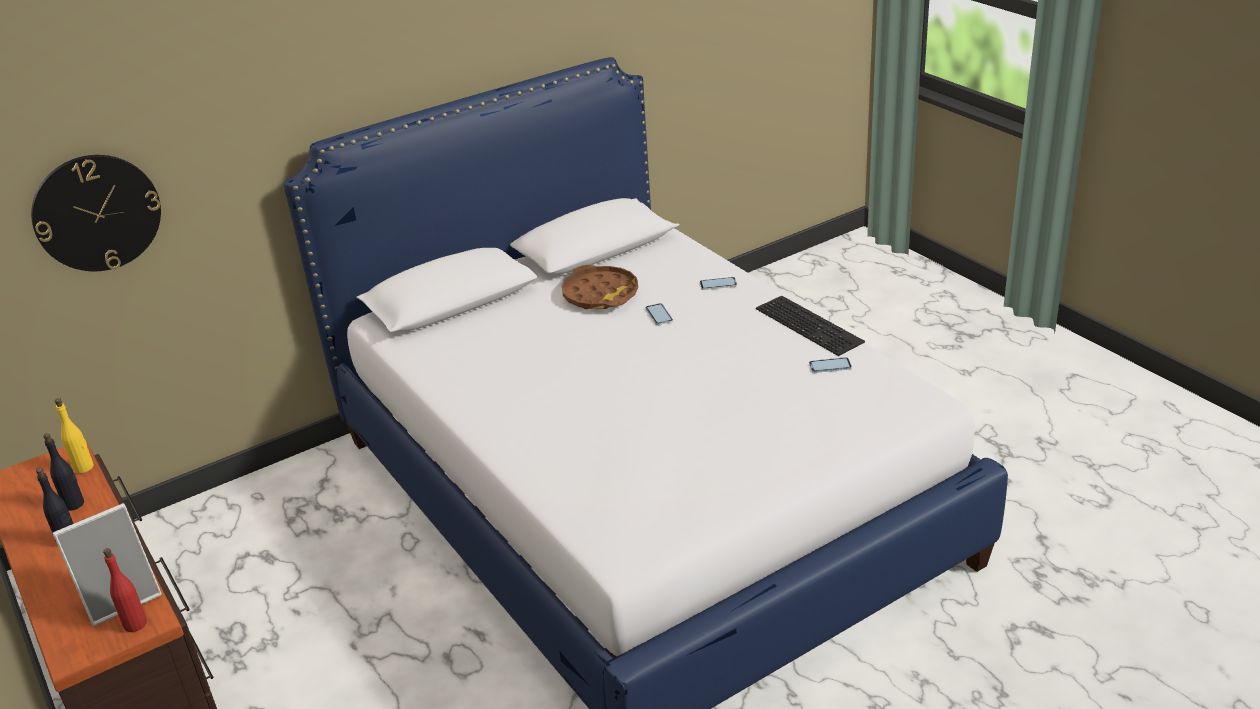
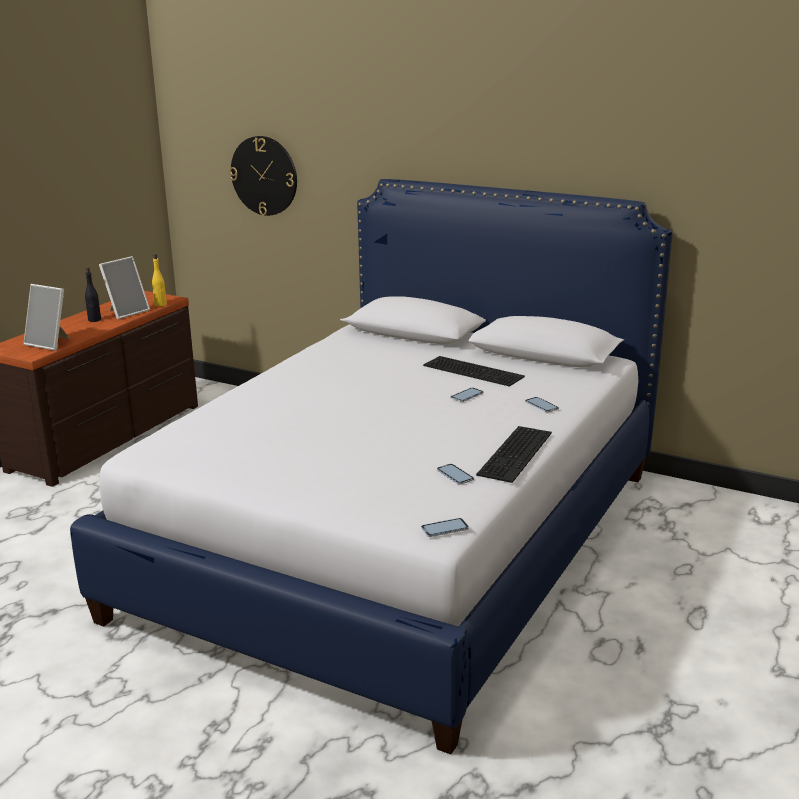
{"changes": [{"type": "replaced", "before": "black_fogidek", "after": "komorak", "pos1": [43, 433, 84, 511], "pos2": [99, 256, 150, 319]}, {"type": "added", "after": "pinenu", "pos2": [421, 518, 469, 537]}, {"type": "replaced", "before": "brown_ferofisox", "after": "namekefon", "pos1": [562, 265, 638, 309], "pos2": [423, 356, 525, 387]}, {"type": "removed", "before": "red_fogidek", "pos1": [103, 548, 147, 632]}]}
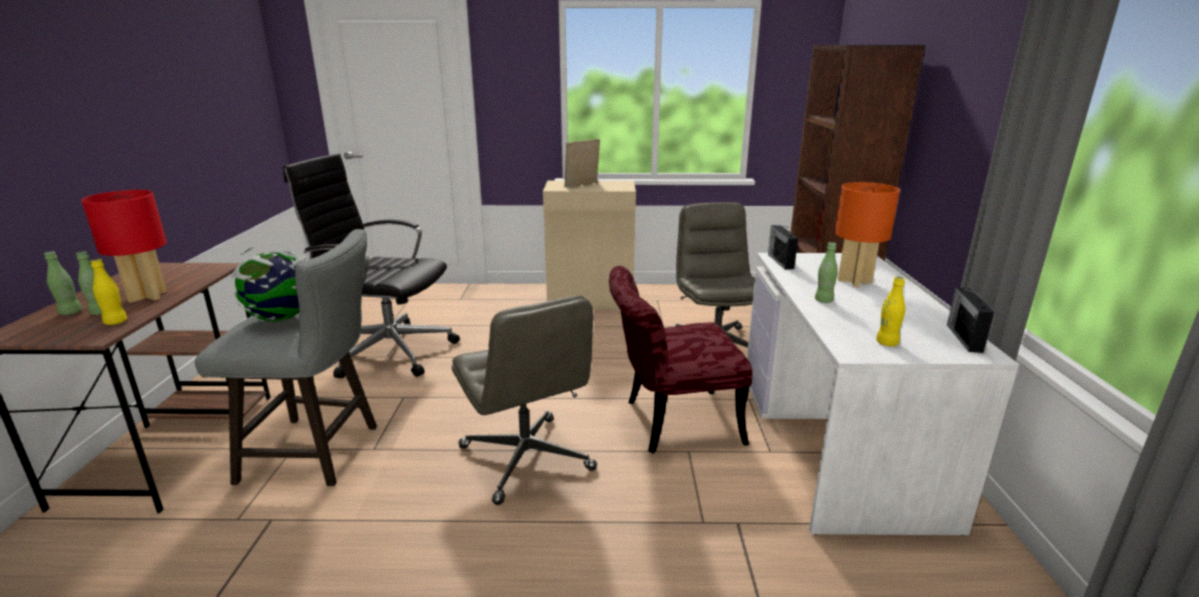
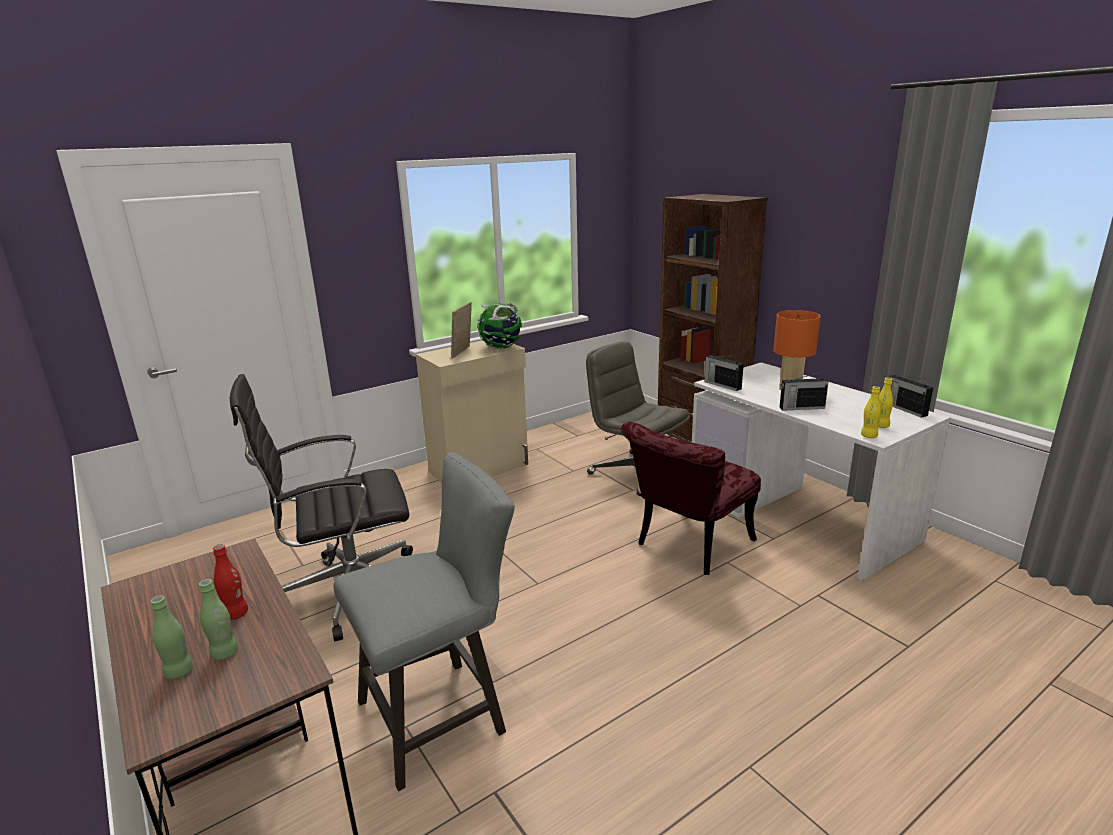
{"changes": [{"type": "replaced", "before": "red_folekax", "after": "red_fogidek", "pos1": [81, 190, 167, 303], "pos2": [213, 544, 248, 620]}, {"type": "moved", "before": "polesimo", "pos1": [231, 247, 306, 322], "pos2": [477, 303, 522, 349]}, {"type": "replaced", "before": "green_fogidek", "after": "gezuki", "pos1": [815, 242, 838, 303], "pos2": [779, 372, 829, 411]}, {"type": "moved", "before": "yellow_fogidek", "pos1": [90, 259, 128, 325], "pos2": [861, 386, 881, 438]}, {"type": "removed", "before": "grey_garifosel", "pos1": [452, 295, 597, 505]}]}
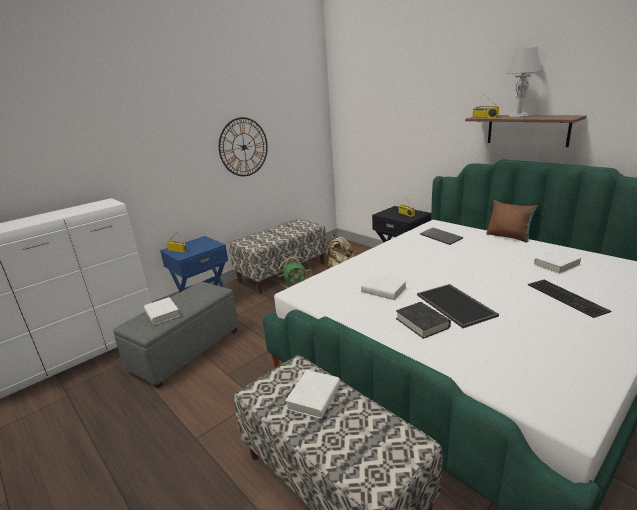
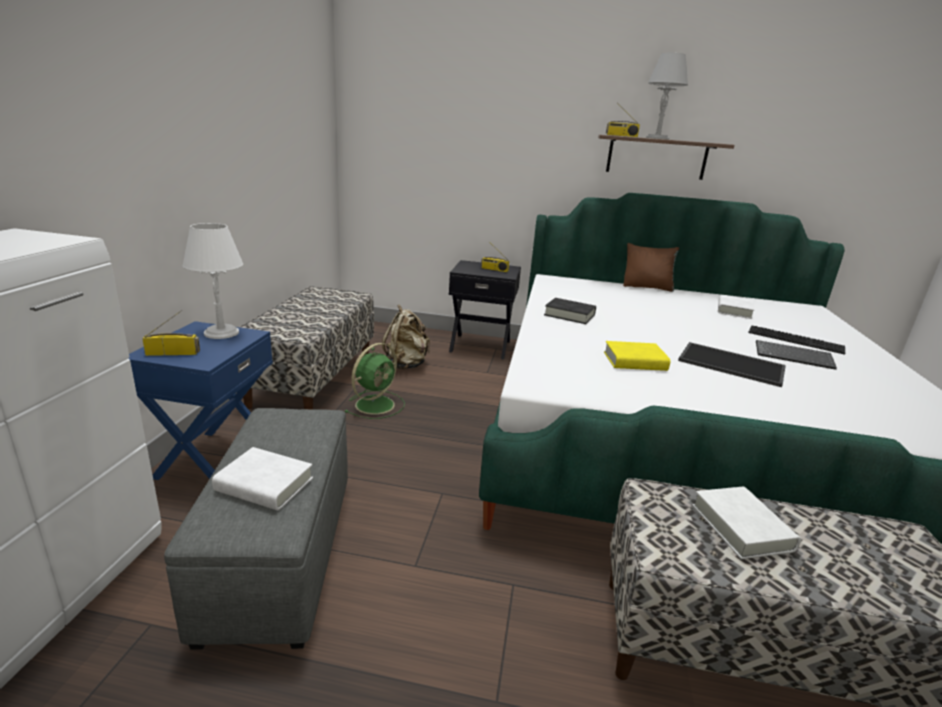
{"changes": [{"type": "added", "after": "white_folekax", "pos2": [183, 223, 243, 339]}, {"type": "moved", "before": "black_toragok", "pos1": [396, 302, 451, 339], "pos2": [544, 298, 596, 324]}, {"type": "recoloured", "before": "white_toragok", "after": "yellow_toragok", "pos1": [361, 274, 407, 300], "pos2": [604, 341, 670, 371]}, {"type": "moved", "before": "namekefon", "pos1": [420, 228, 463, 245], "pos2": [756, 340, 837, 370]}, {"type": "removed", "before": "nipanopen", "pos1": [219, 117, 268, 176]}]}
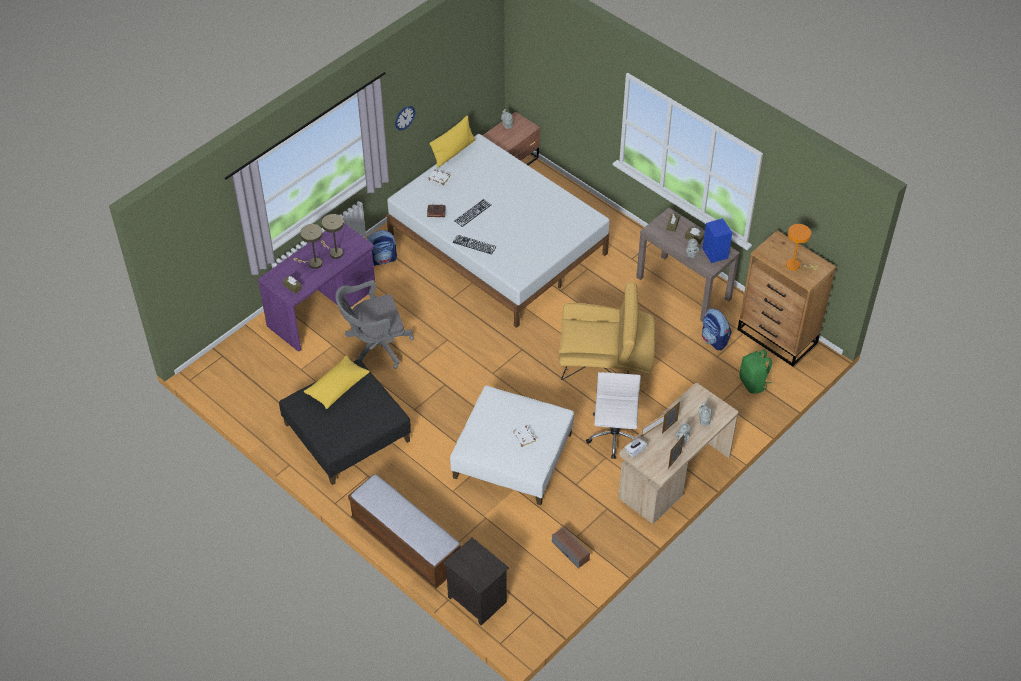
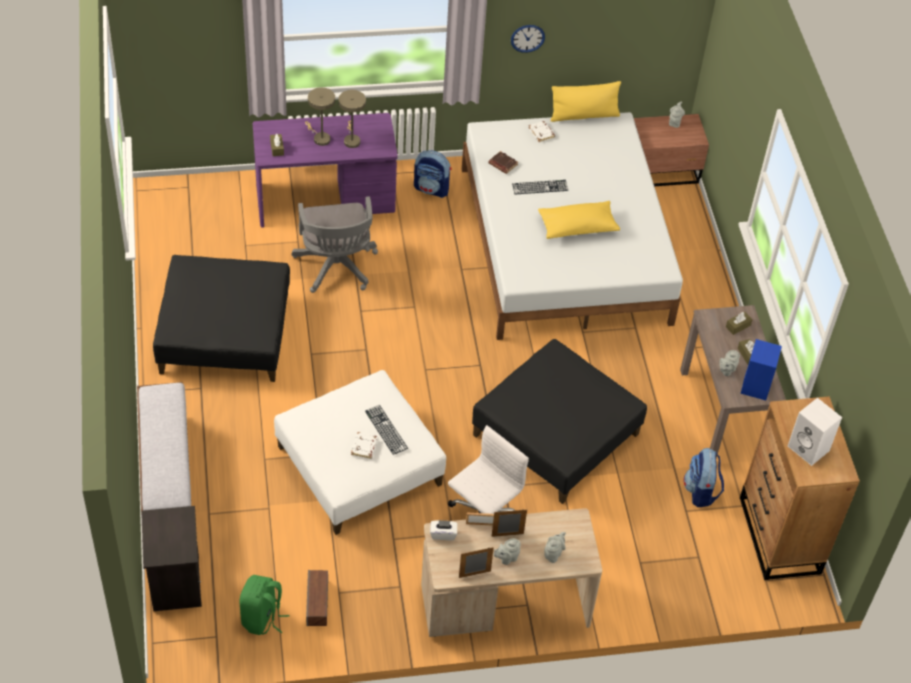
{"changes": [{"type": "moved", "before": "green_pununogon", "pos1": [739, 349, 772, 394], "pos2": [240, 575, 289, 635]}, {"type": "turned", "before": "grey_garifosel", "pos1": [335, 280, 414, 369], "pos2": [292, 196, 378, 293], "turn": -120}, {"type": "moved", "before": "namekefon", "pos1": [453, 235, 496, 254], "pos2": [365, 405, 408, 455]}, {"type": "replaced", "before": "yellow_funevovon", "after": "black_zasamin", "pos1": [559, 282, 655, 380], "pos2": [472, 339, 647, 504]}, {"type": "moved", "before": "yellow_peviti", "pos1": [304, 355, 370, 409], "pos2": [538, 201, 620, 239]}, {"type": "replaced", "before": "orange_folekax", "after": "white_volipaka", "pos1": [786, 224, 818, 271], "pos2": [788, 398, 842, 466]}]}
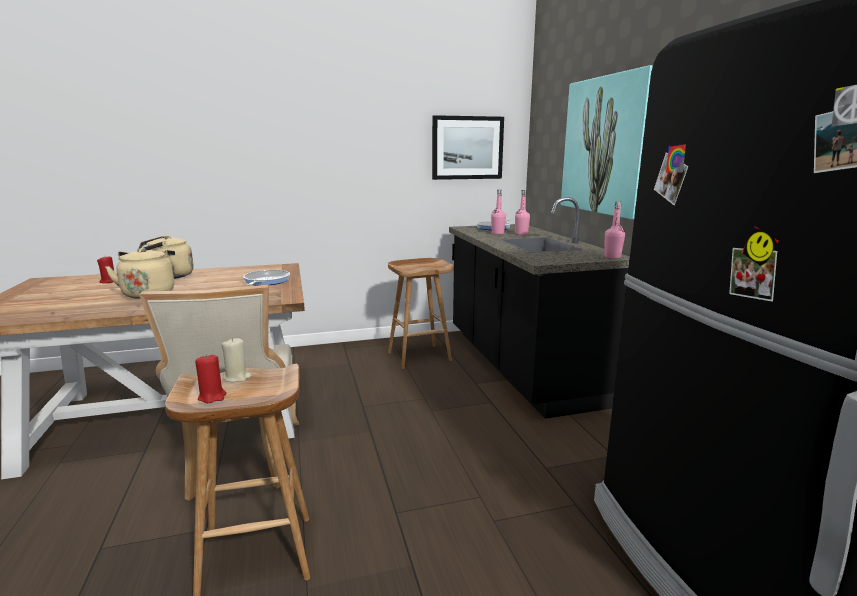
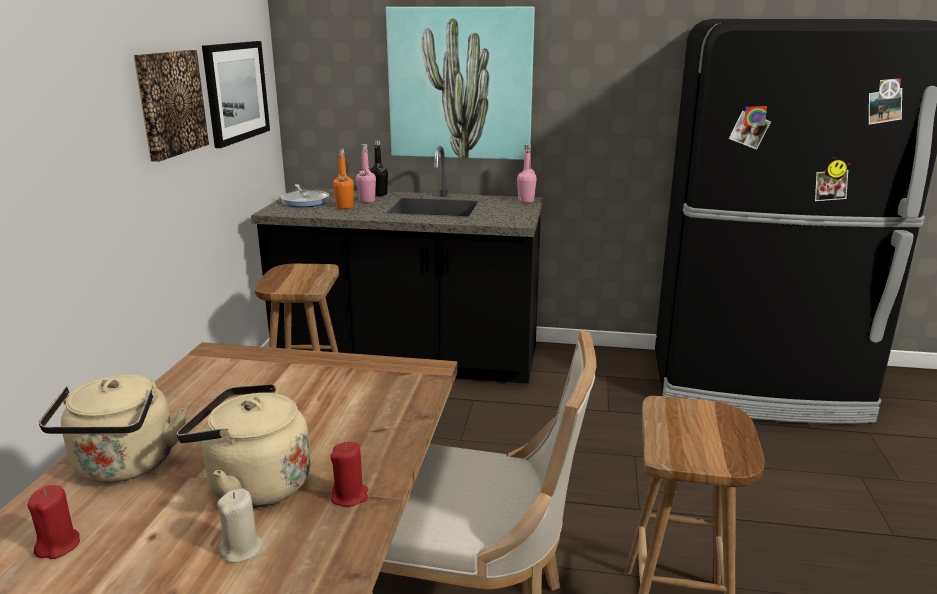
{"changes": [{"type": "added", "after": "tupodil", "pos2": [134, 50, 209, 162]}, {"type": "moved", "before": "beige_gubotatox", "pos1": [221, 337, 252, 382], "pos2": [217, 488, 264, 563]}, {"type": "moved", "before": "red_gubotatox", "pos1": [195, 354, 226, 403], "pos2": [330, 442, 368, 507]}, {"type": "recoloured", "before": "pink_fogidek", "after": "orange_fogidek", "pos1": [491, 190, 506, 234], "pos2": [333, 149, 354, 209]}, {"type": "added", "after": "black_fogidek", "pos2": [370, 140, 388, 196]}, {"type": "removed", "before": "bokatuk", "pos1": [243, 270, 290, 286]}]}
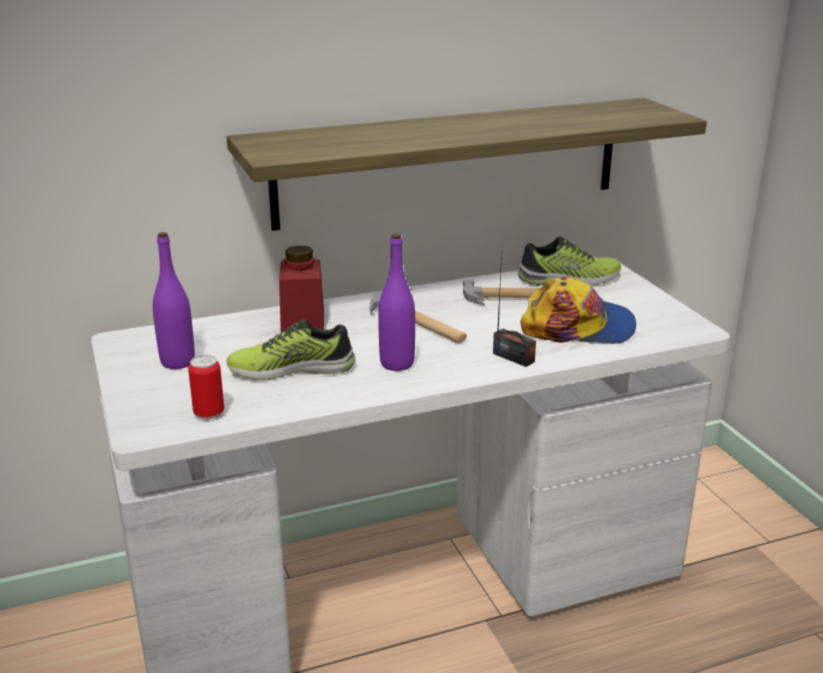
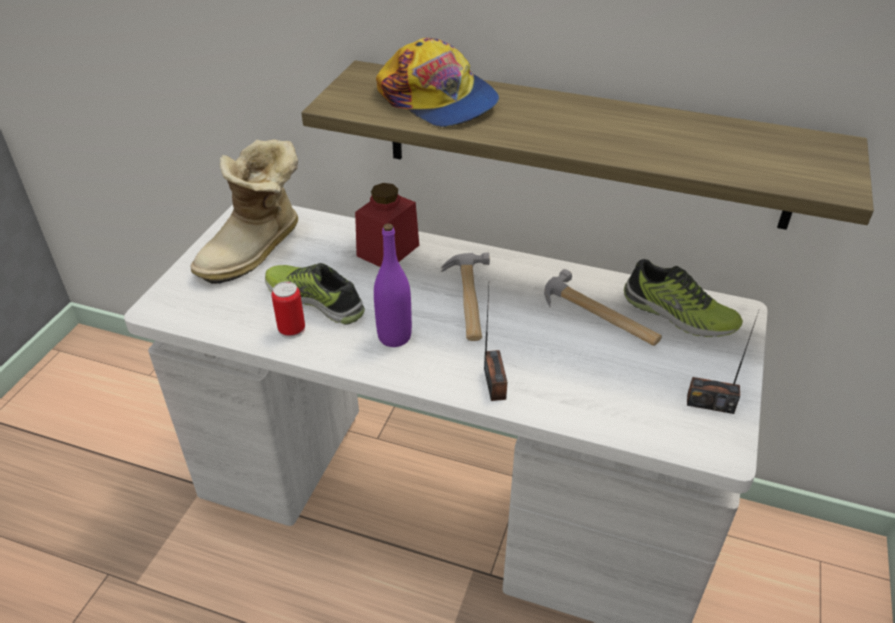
{"changes": [{"type": "replaced", "before": "purple_fogidek", "after": "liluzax", "pos1": [153, 232, 195, 369], "pos2": [191, 140, 298, 284]}, {"type": "moved", "before": "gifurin", "pos1": [188, 355, 224, 422], "pos2": [271, 281, 305, 339]}, {"type": "moved", "before": "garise", "pos1": [520, 276, 636, 344], "pos2": [376, 38, 499, 127]}, {"type": "added", "after": "gezuki", "pos2": [687, 311, 759, 414]}]}
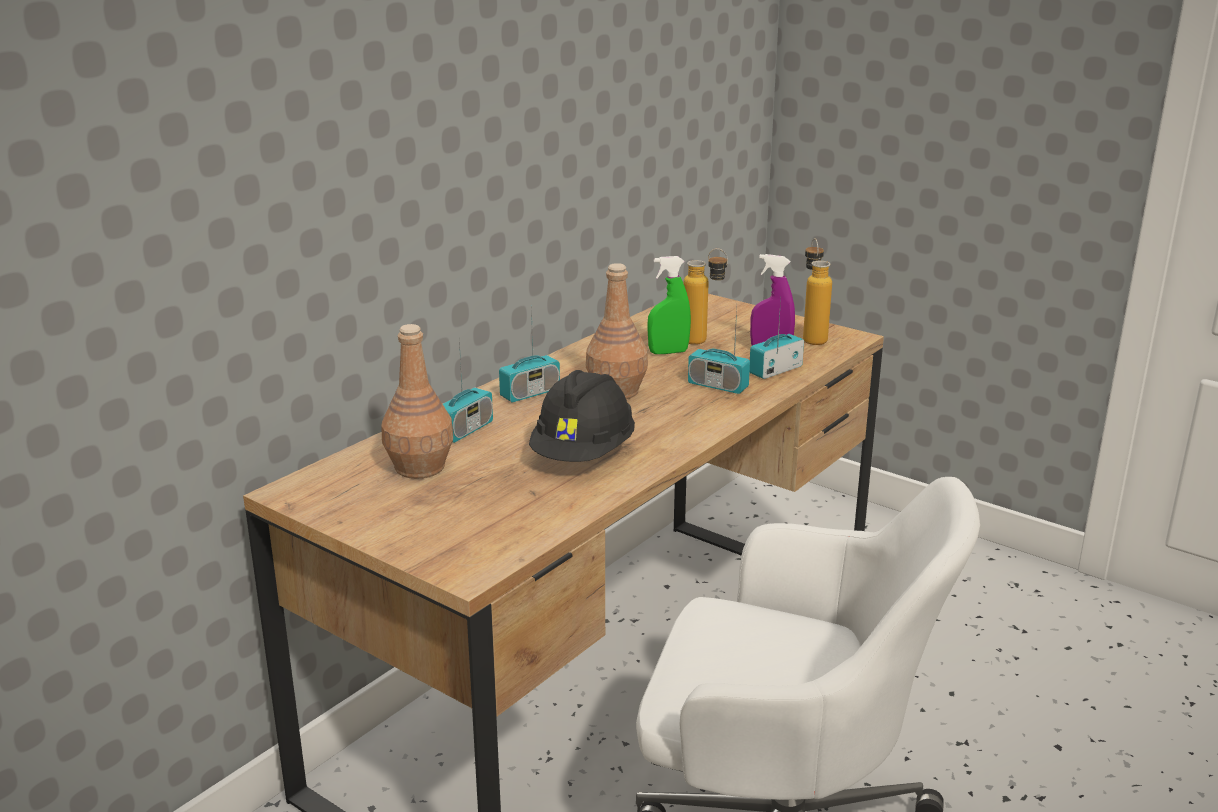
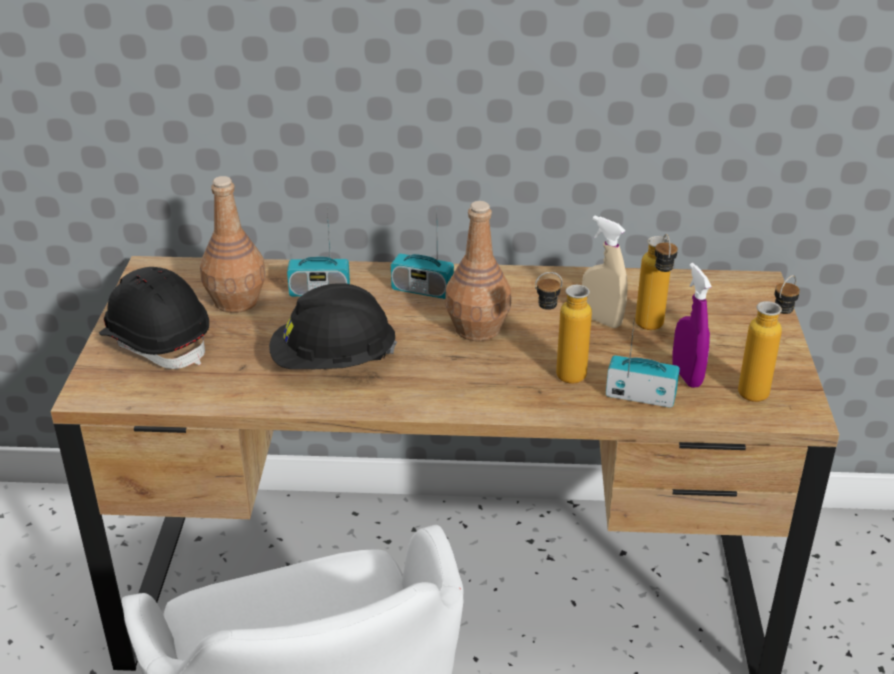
{"changes": [{"type": "added", "after": "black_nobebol", "pos2": [99, 267, 209, 369]}, {"type": "replaced", "before": "gezuki", "after": "fogidek", "pos1": [688, 308, 750, 394], "pos2": [535, 272, 592, 384]}, {"type": "recoloured", "before": "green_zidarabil", "after": "beige_zidarabil", "pos1": [647, 256, 691, 354], "pos2": [582, 216, 628, 328]}]}
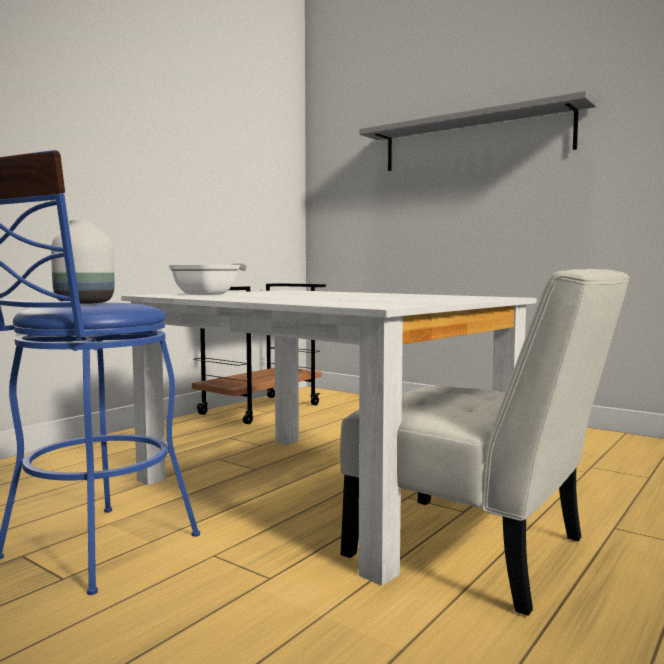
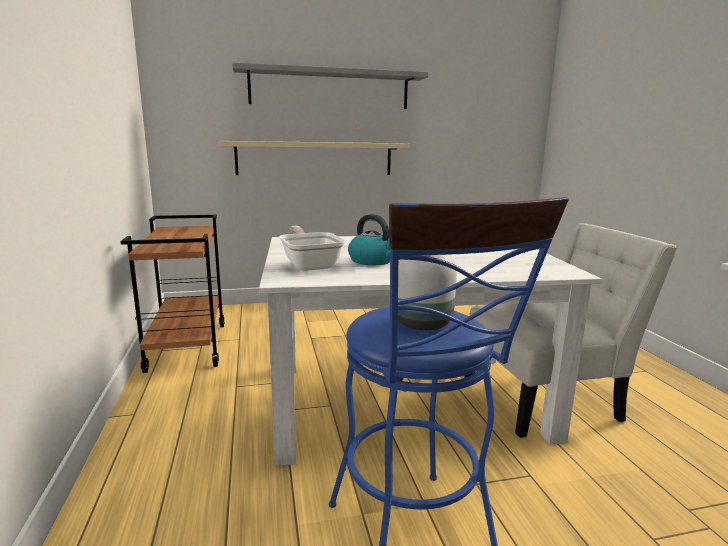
{"changes": [{"type": "added", "after": "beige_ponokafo", "pos2": [219, 141, 410, 175]}, {"type": "added", "after": "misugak", "pos2": [348, 214, 390, 265]}]}
